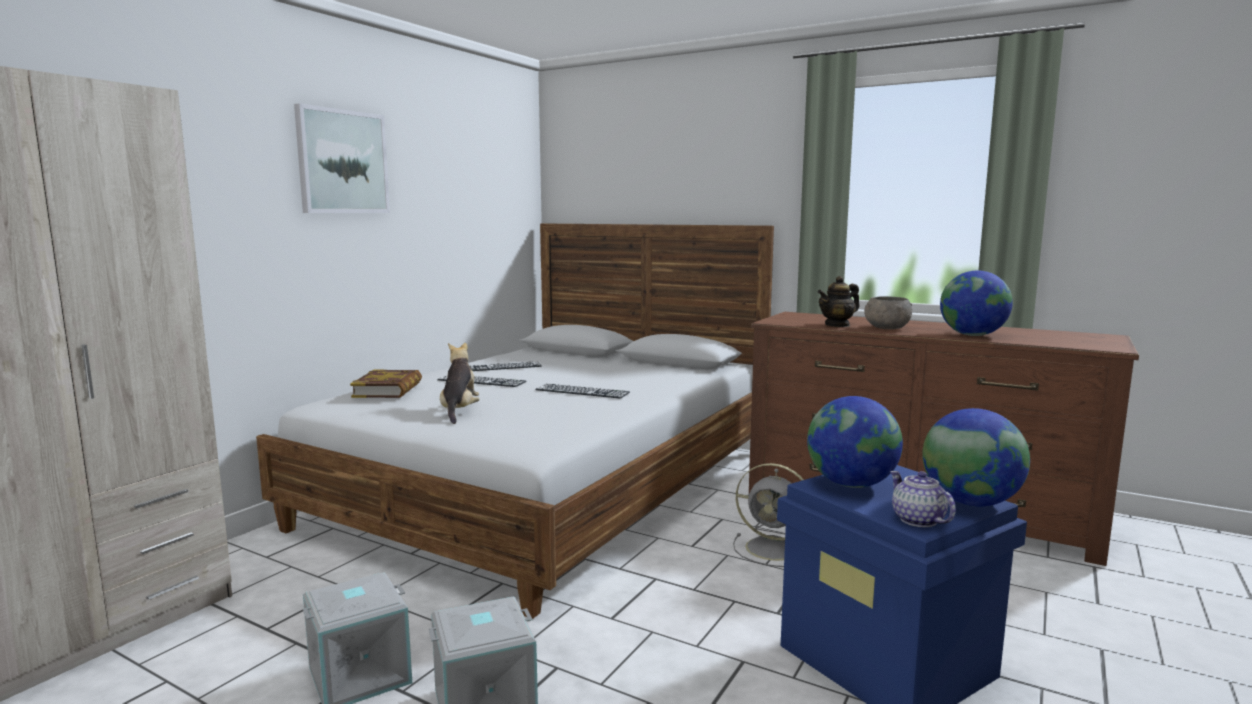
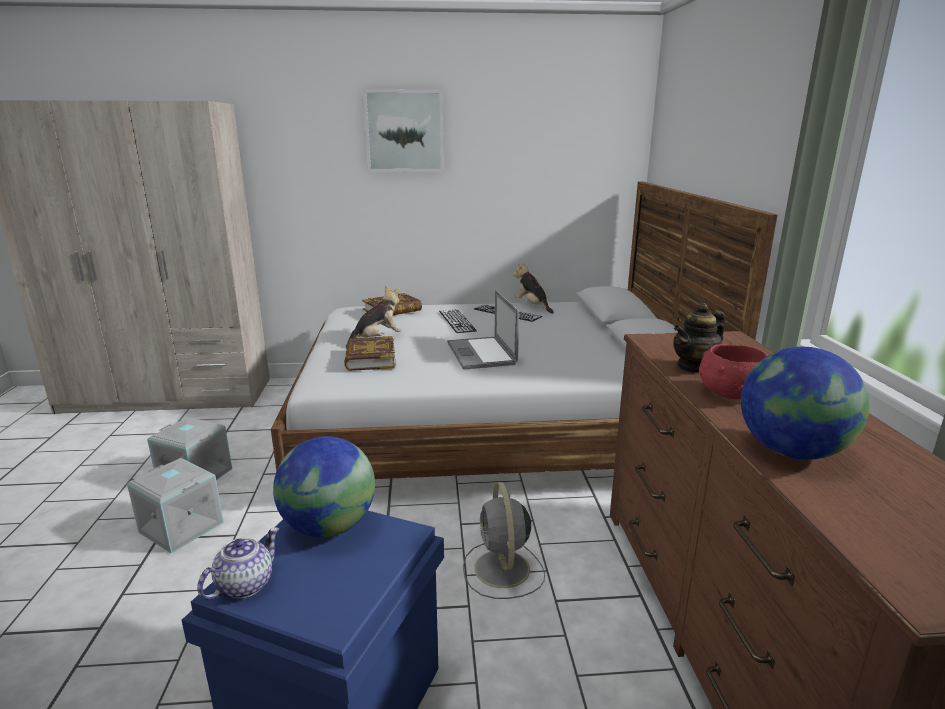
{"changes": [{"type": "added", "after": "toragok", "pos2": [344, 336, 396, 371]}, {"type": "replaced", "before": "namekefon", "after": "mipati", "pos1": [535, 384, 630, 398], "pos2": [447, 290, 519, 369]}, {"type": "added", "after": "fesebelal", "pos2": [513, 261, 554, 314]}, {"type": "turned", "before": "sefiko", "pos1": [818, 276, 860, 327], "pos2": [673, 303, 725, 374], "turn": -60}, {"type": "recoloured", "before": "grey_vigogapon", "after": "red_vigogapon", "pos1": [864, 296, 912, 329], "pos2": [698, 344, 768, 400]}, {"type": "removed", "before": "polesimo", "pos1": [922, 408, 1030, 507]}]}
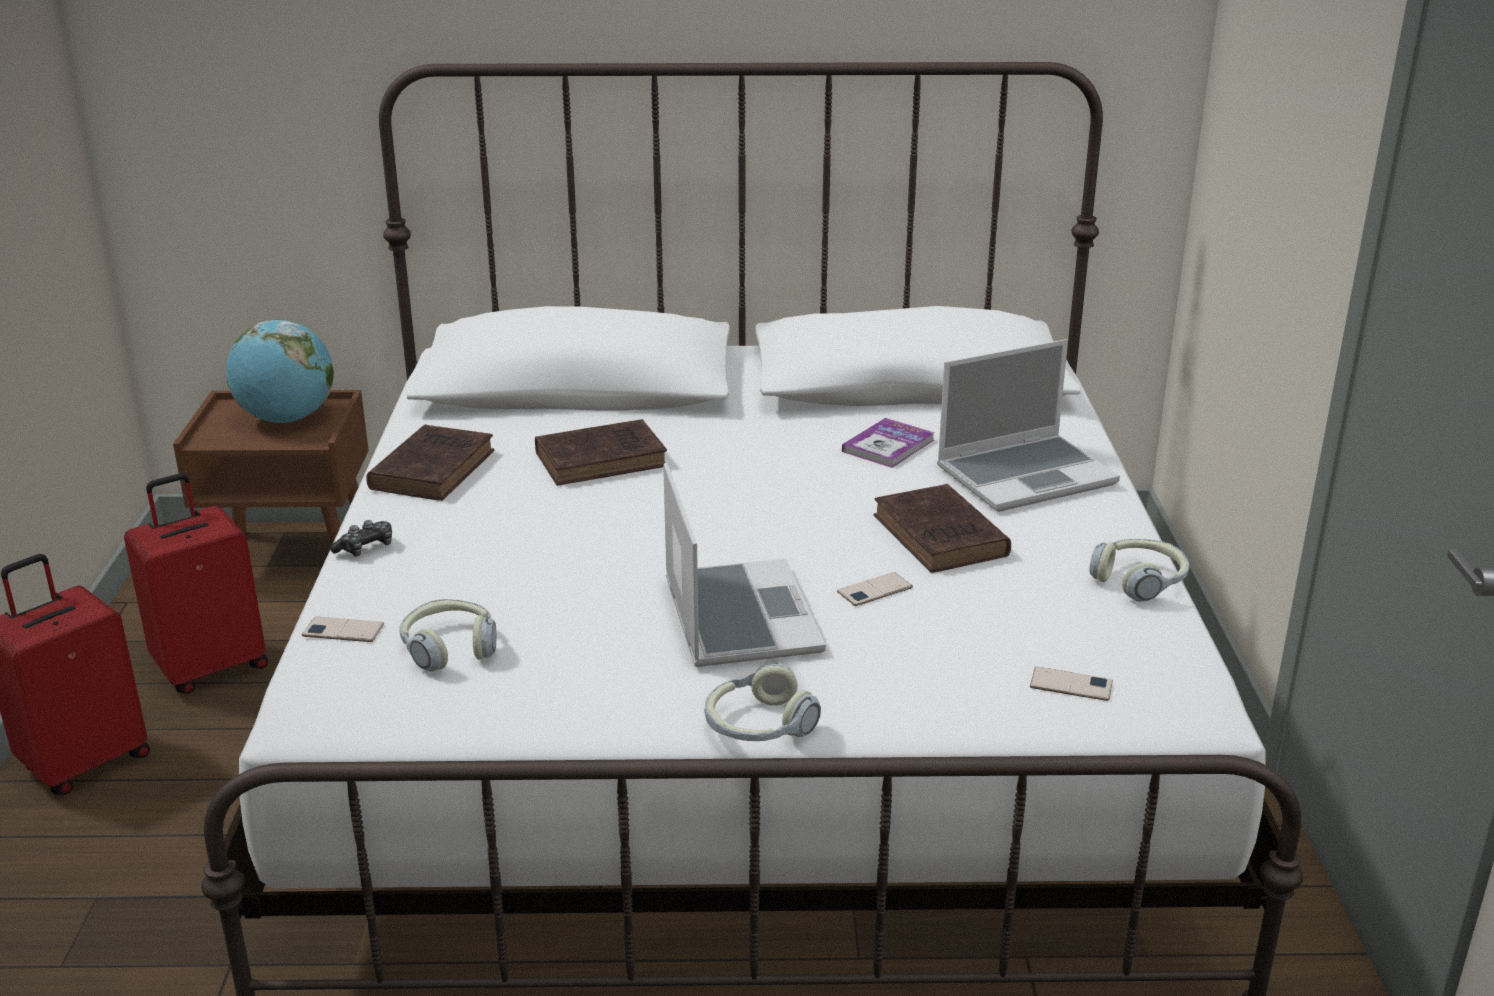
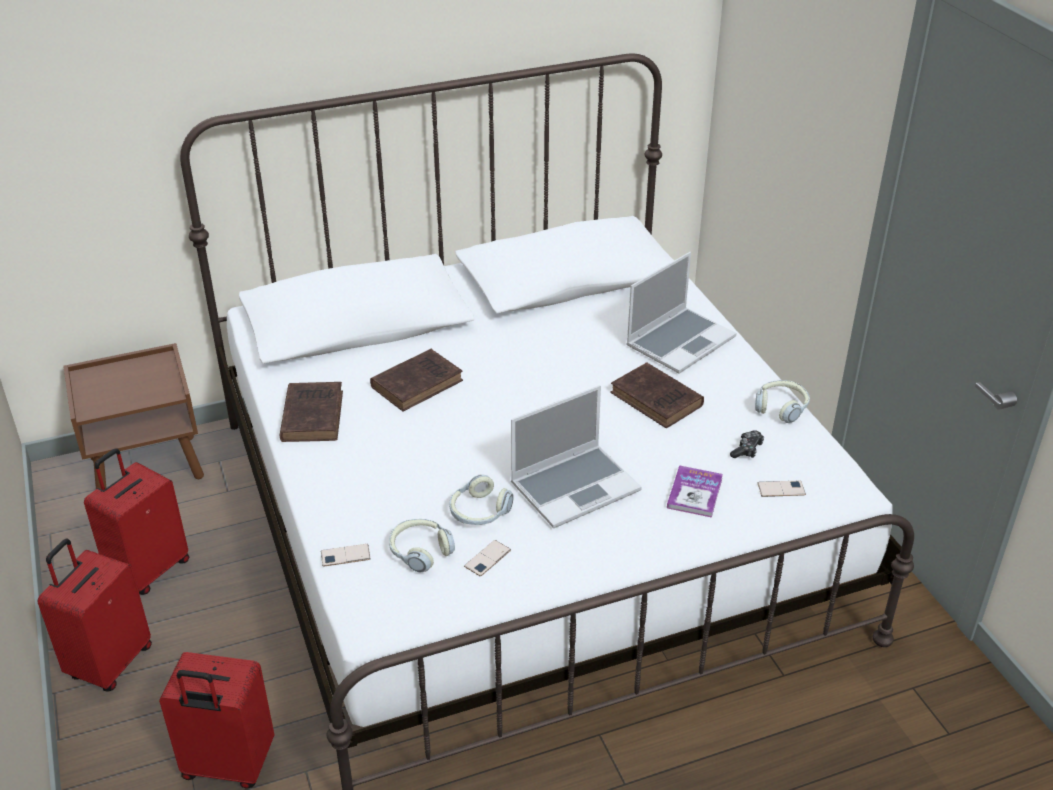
{"changes": [{"type": "added", "after": "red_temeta", "pos2": [159, 652, 274, 789]}, {"type": "moved", "before": "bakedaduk", "pos1": [704, 663, 821, 741], "pos2": [449, 474, 514, 525]}, {"type": "moved", "before": "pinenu", "pos1": [837, 572, 913, 606], "pos2": [464, 540, 511, 576]}, {"type": "turned", "before": "mipati", "pos1": [663, 462, 826, 667], "pos2": [511, 385, 642, 528], "turn": 90}, {"type": "moved", "before": "toragok", "pos1": [842, 418, 934, 468], "pos2": [667, 465, 723, 518]}, {"type": "moved", "before": "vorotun", "pos1": [330, 520, 392, 557], "pos2": [730, 430, 764, 458]}, {"type": "removed", "before": "polesimo", "pos1": [226, 320, 334, 423]}]}
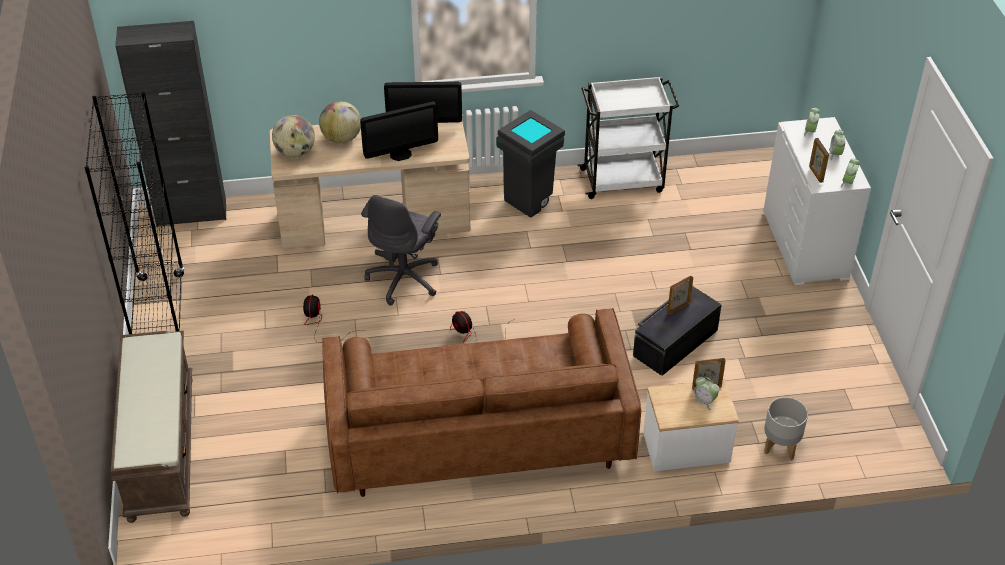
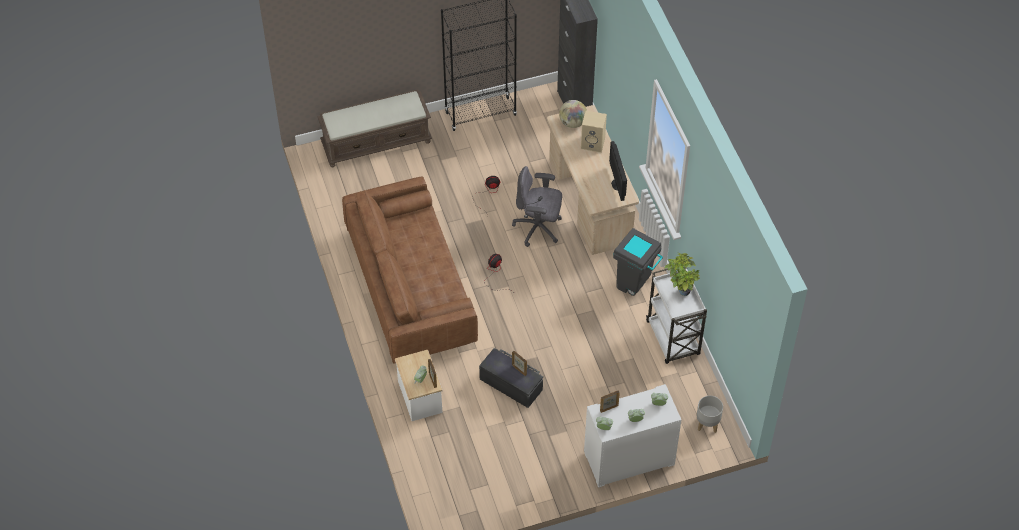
{"changes": [{"type": "replaced", "before": "polesimo", "after": "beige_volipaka", "pos1": [319, 101, 361, 143], "pos2": [581, 111, 607, 153]}, {"type": "added", "after": "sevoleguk", "pos2": [664, 253, 700, 296]}, {"type": "moved", "before": "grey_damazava", "pos1": [764, 397, 808, 460], "pos2": [697, 395, 723, 433]}, {"type": "removed", "before": "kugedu", "pos1": [360, 102, 438, 161]}]}
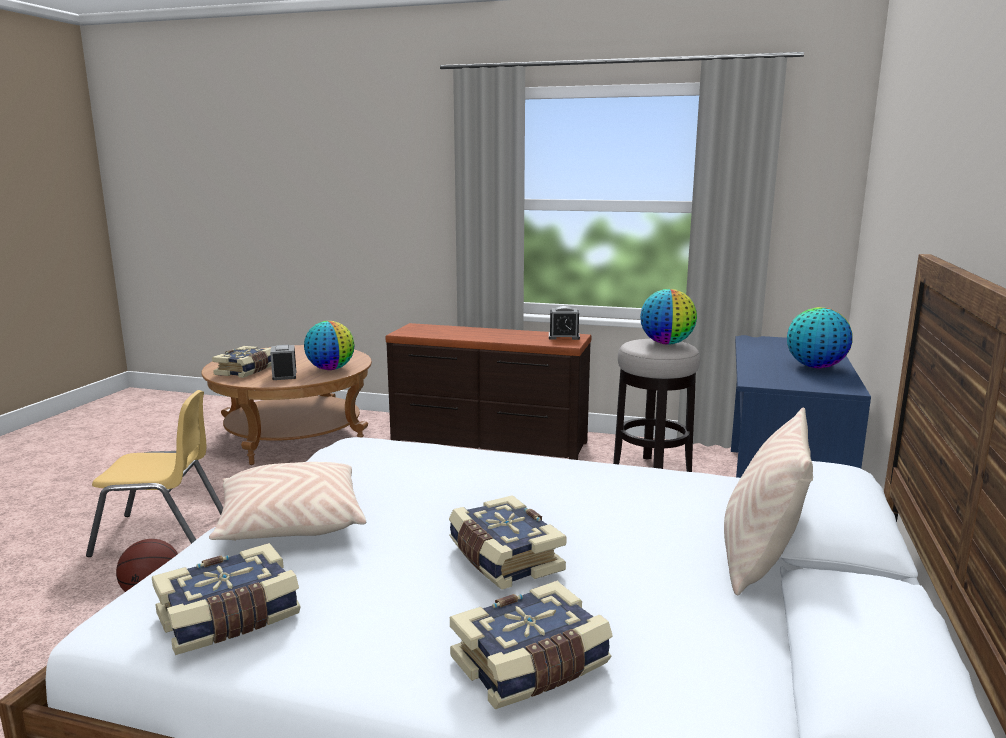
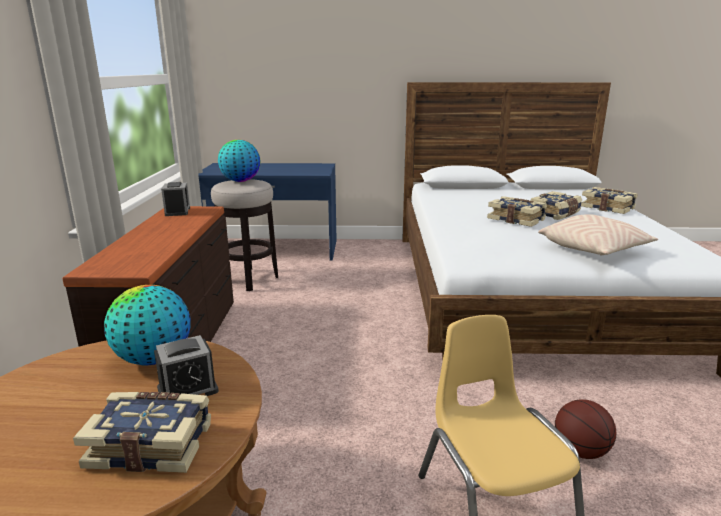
{"changes": [{"type": "moved", "before": "toragok", "pos1": [152, 543, 301, 655], "pos2": [487, 196, 547, 227]}, {"type": "removed", "before": "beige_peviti", "pos1": [724, 408, 813, 596]}, {"type": "removed", "before": "polesimo", "pos1": [787, 307, 853, 368]}]}
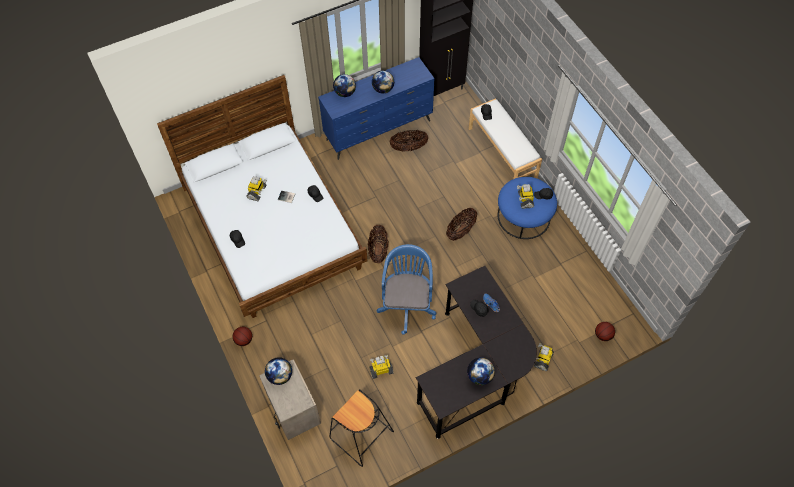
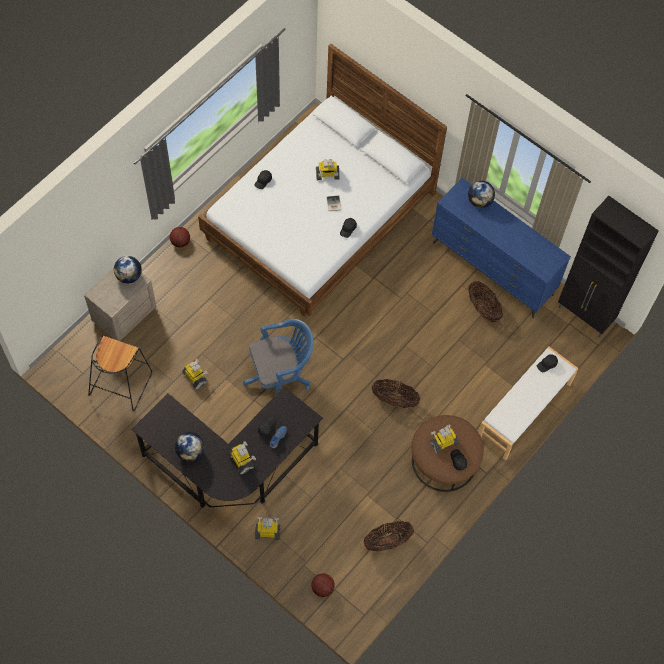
{"changes": [{"type": "added", "after": "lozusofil", "pos2": [228, 441, 256, 475]}, {"type": "moved", "before": "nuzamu", "pos1": [368, 225, 389, 263], "pos2": [363, 521, 414, 552]}, {"type": "recoloured", "before": "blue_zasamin", "after": "brown_zasamin", "pos1": [498, 177, 557, 239], "pos2": [411, 415, 484, 492]}, {"type": "removed", "before": "polesimo", "pos1": [372, 70, 394, 93]}]}
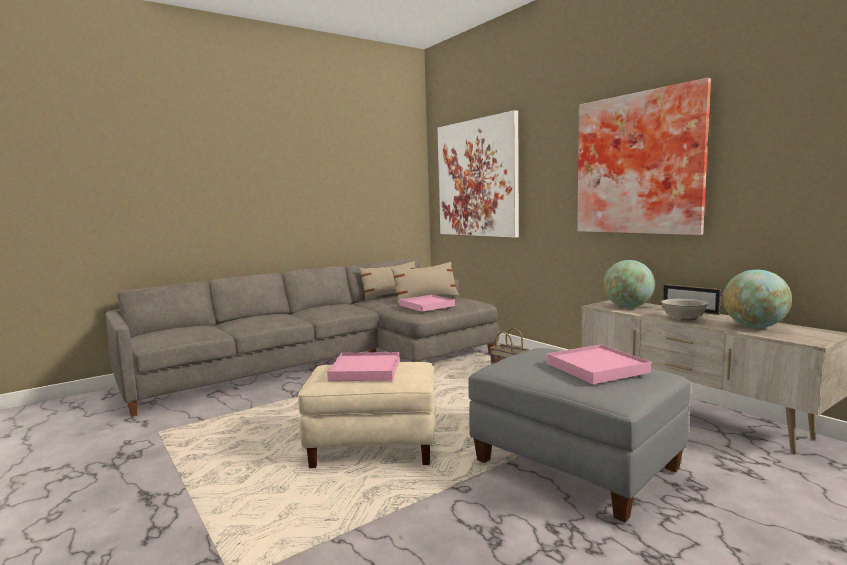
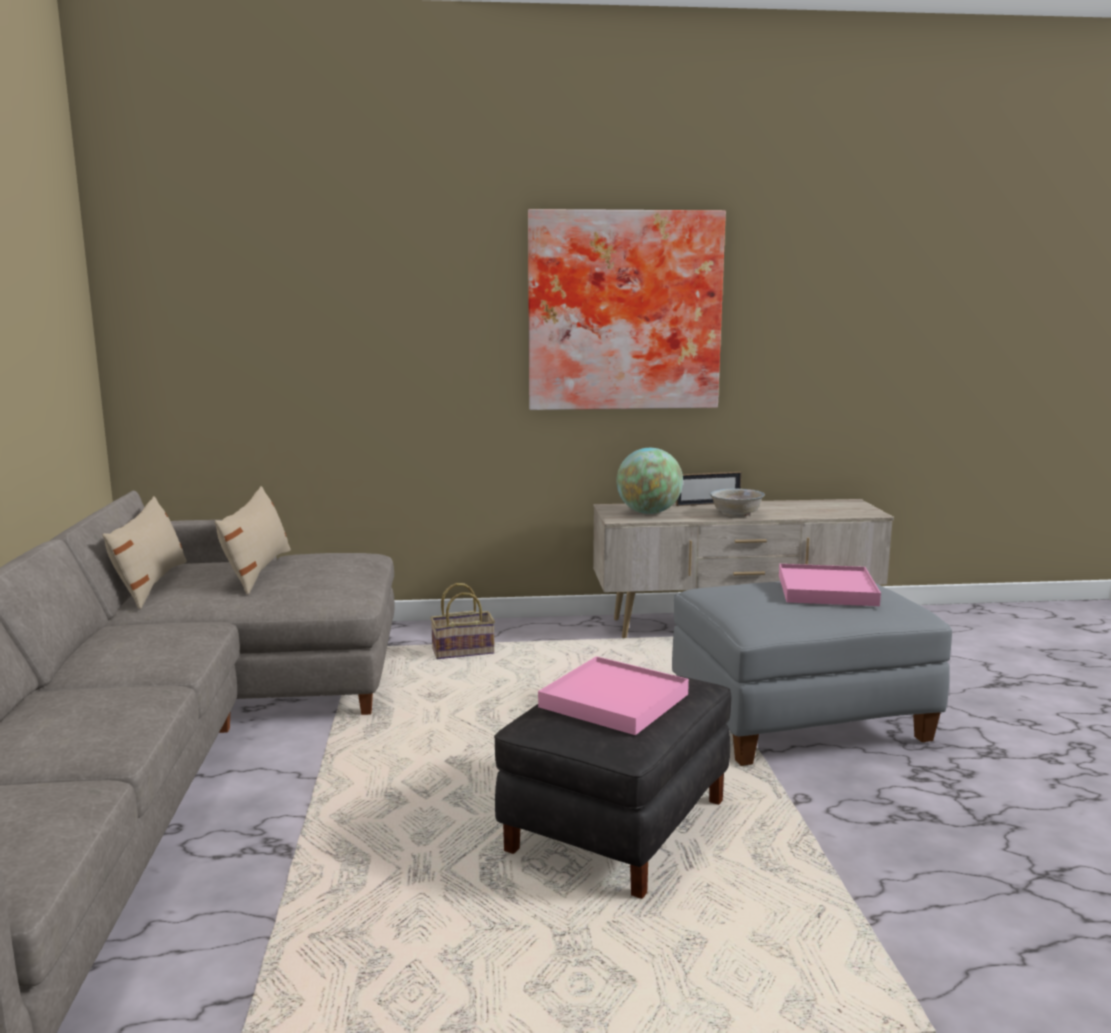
{"changes": [{"type": "recoloured", "before": "beige_zasamin", "after": "black_zasamin", "pos1": [298, 362, 435, 468], "pos2": [494, 675, 732, 899]}, {"type": "removed", "before": "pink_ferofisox", "pos1": [399, 295, 455, 312]}, {"type": "removed", "before": "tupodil", "pos1": [438, 110, 519, 238]}, {"type": "removed", "before": "polesimo", "pos1": [723, 270, 792, 328]}]}
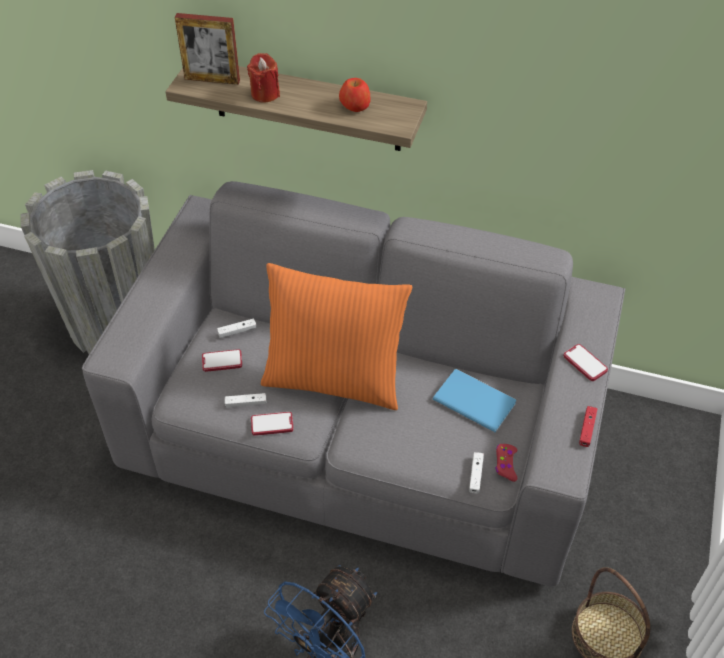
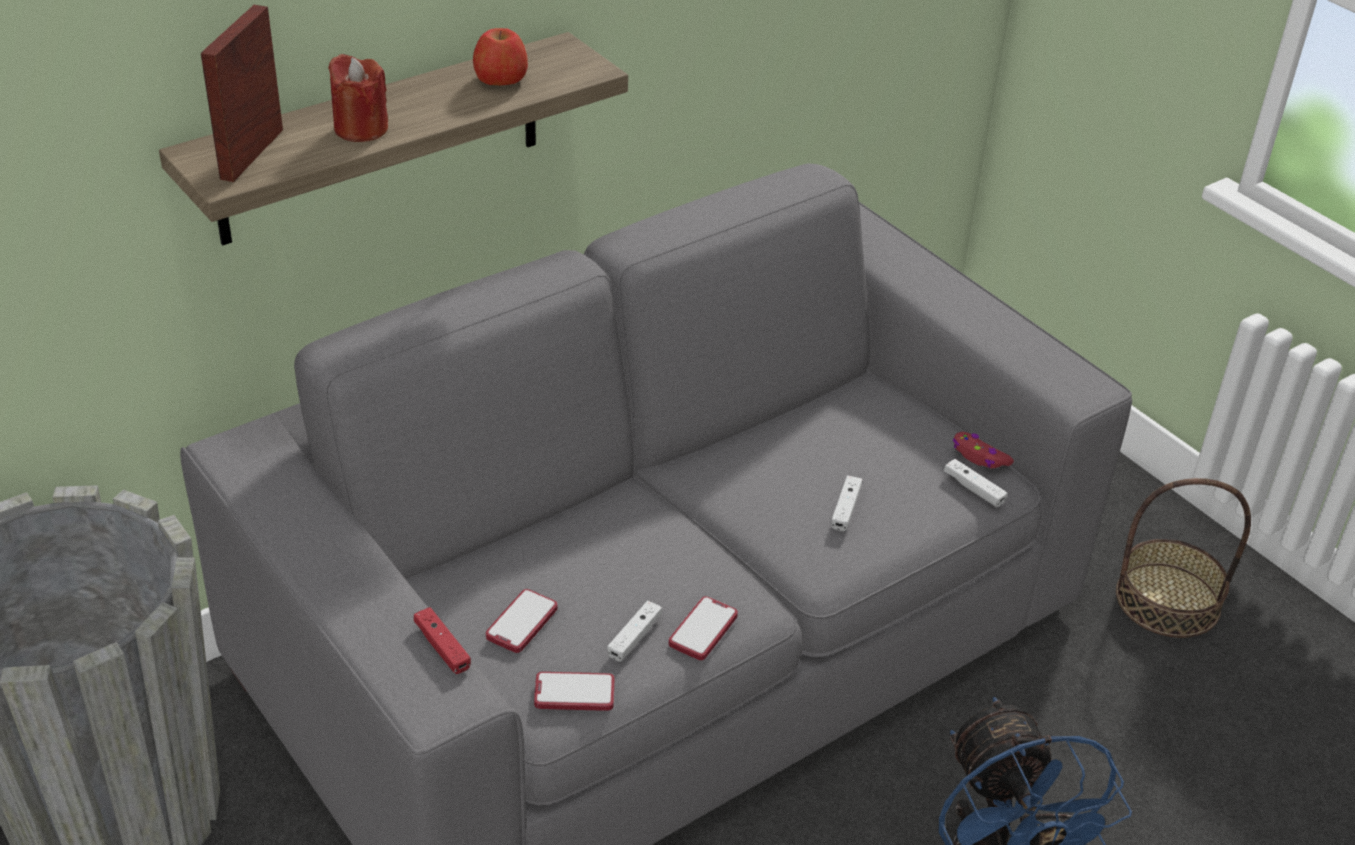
{"changes": [{"type": "turned", "before": "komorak", "pos1": [175, 13, 240, 85], "pos2": [201, 5, 283, 182], "turn": 150}, {"type": "moved", "before": "red_vorotun", "pos1": [579, 406, 597, 447], "pos2": [414, 607, 471, 674]}, {"type": "moved", "before": "pinenu", "pos1": [563, 344, 608, 381], "pos2": [534, 672, 614, 711]}, {"type": "moved", "before": "white_vorotun", "pos1": [217, 318, 257, 338], "pos2": [831, 475, 862, 531]}, {"type": "removed", "before": "orange_peviti", "pos1": [261, 263, 413, 410]}, {"type": "removed", "before": "blue_toragok", "pos1": [433, 369, 516, 432]}]}
